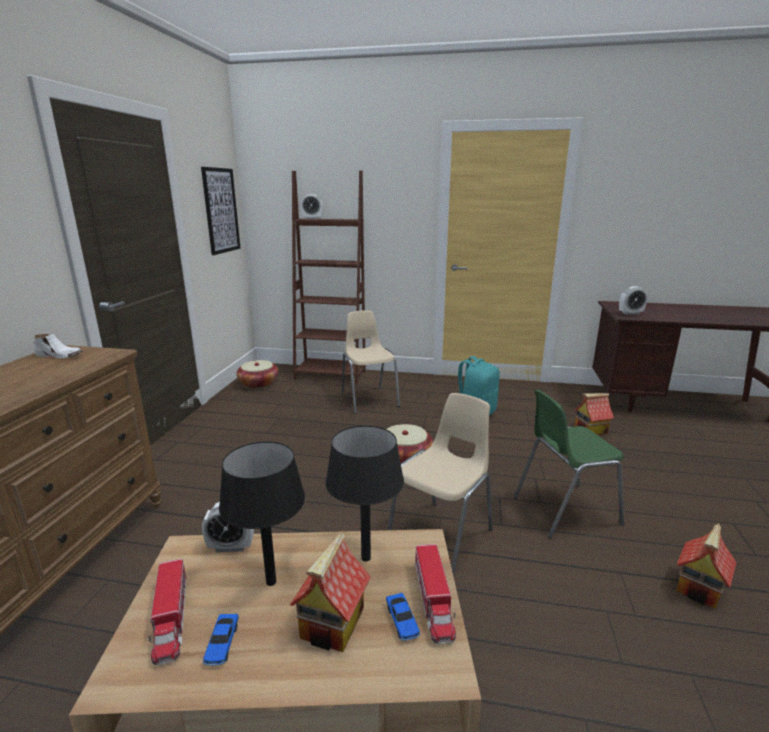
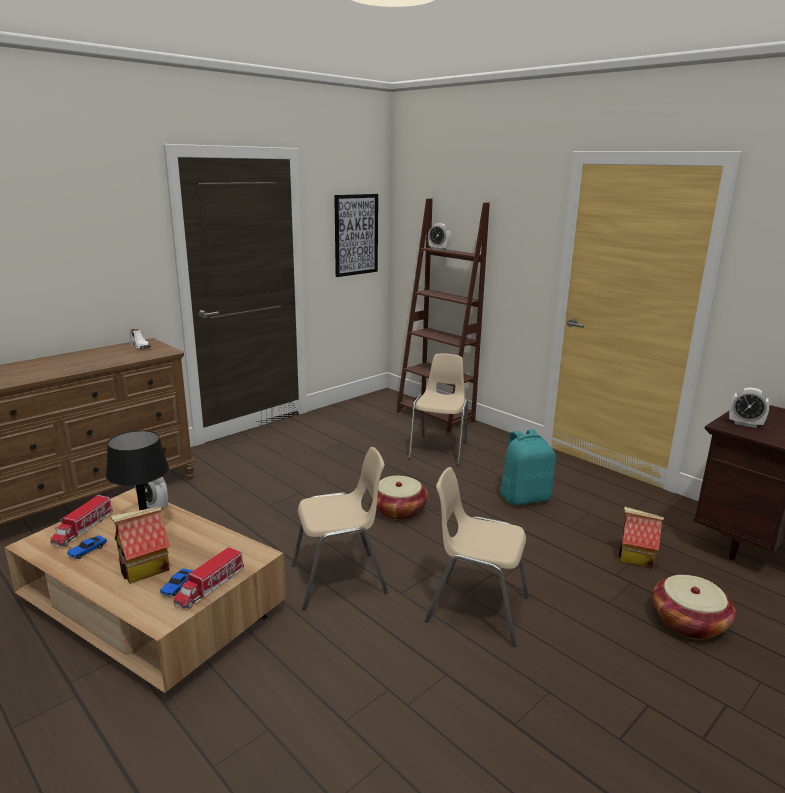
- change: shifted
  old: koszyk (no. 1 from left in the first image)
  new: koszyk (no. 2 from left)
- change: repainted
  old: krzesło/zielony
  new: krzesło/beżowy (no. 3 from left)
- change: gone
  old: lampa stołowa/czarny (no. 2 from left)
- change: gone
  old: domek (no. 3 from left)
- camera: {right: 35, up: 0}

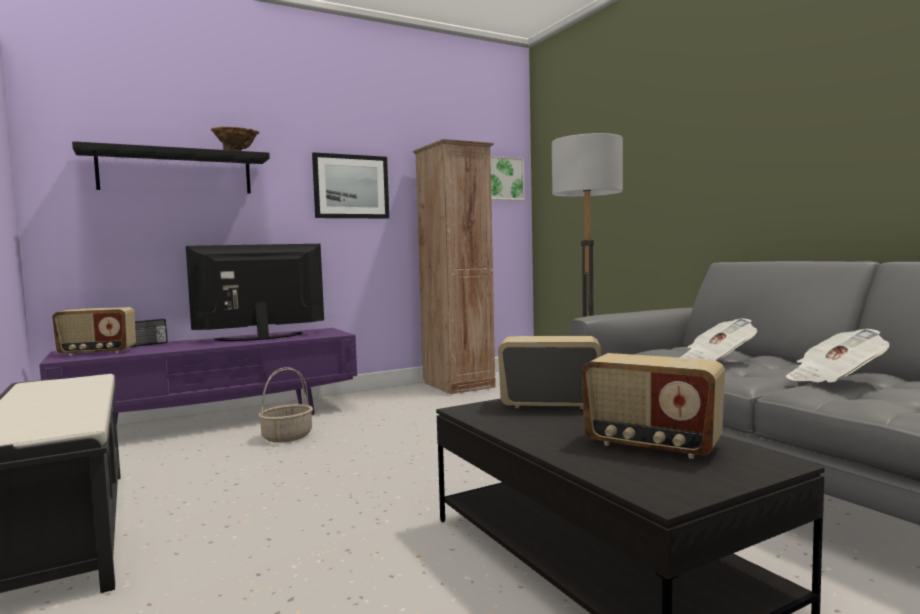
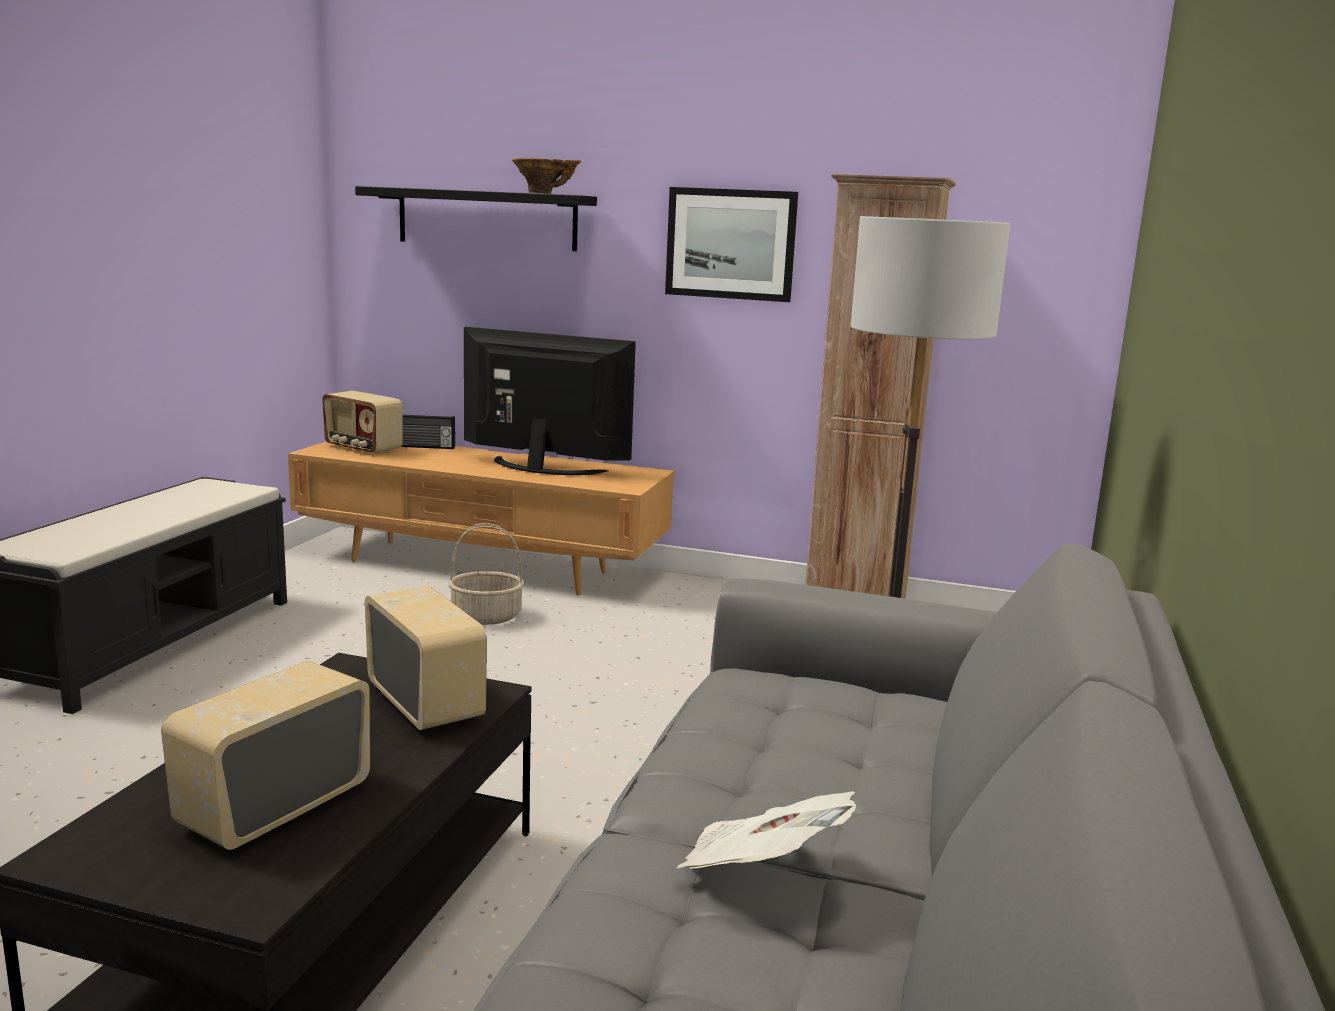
- change: gone
  old: obraz (no. 2 from left)
- change: gone
  old: gazeta (no. 1 from left)
- change: repainted
  old: szafka pod telewizor/fioletowy
  new: szafka pod telewizor/beżowy
- change: rotated
  old: radio (no. 4 from left in the first image)
  degrees: 45
- camera: {right: 45, up: 10}

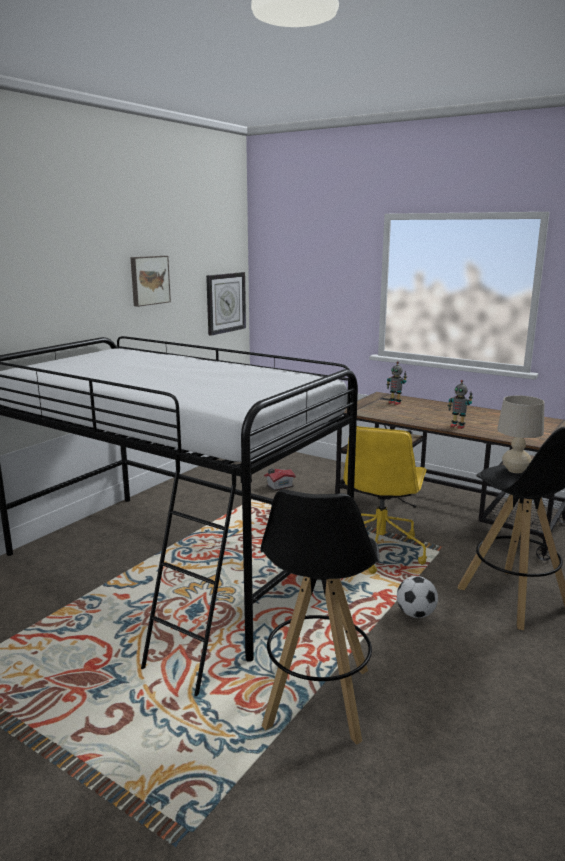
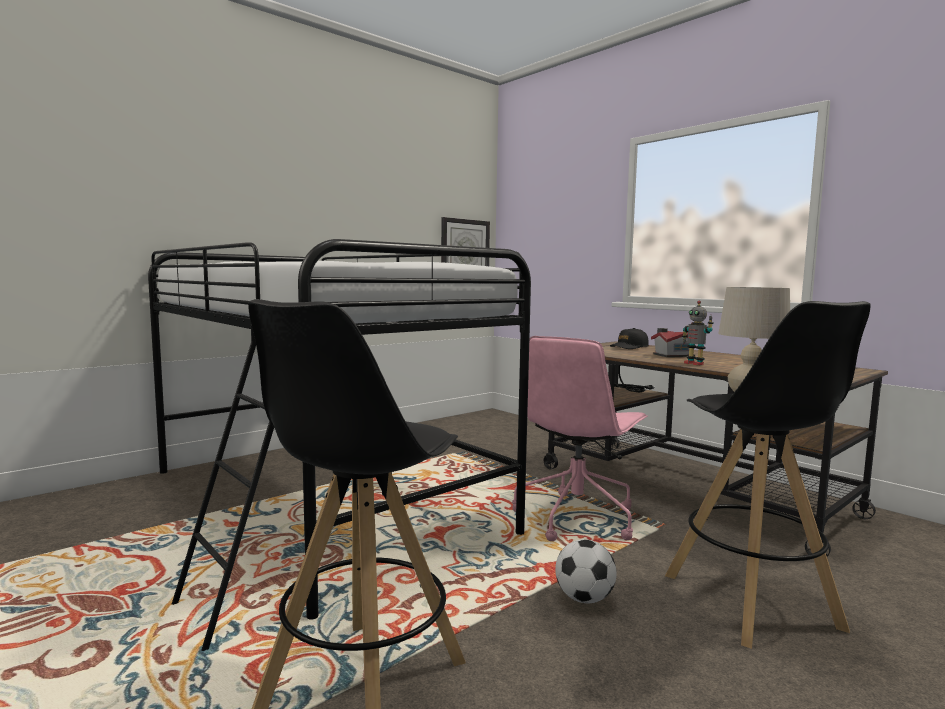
- change: gone
  old: obraz
- change: swapped
  old: robot zabawkowy (no. 1 from left)
  new: czapka z daszkiem/czarny
- change: repainted
  old: krzesło biurowe/żółty
  new: krzesło biurowe/różowy
- change: shifted
  old: domek
- camera: {right: 15, up: -10}

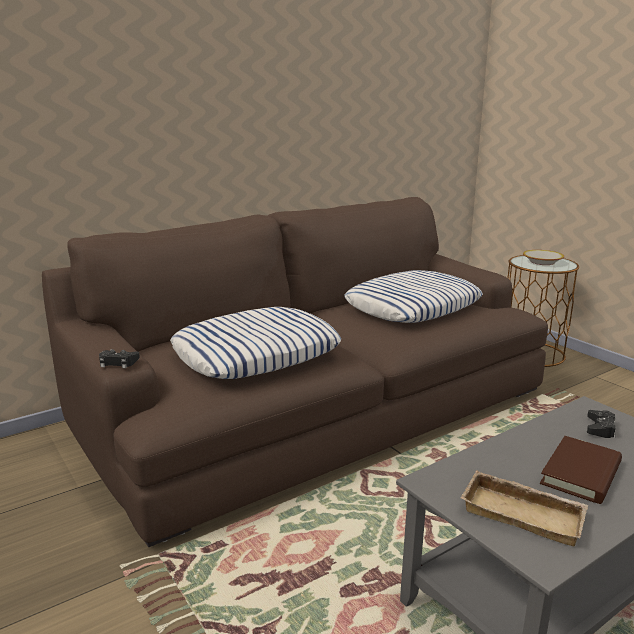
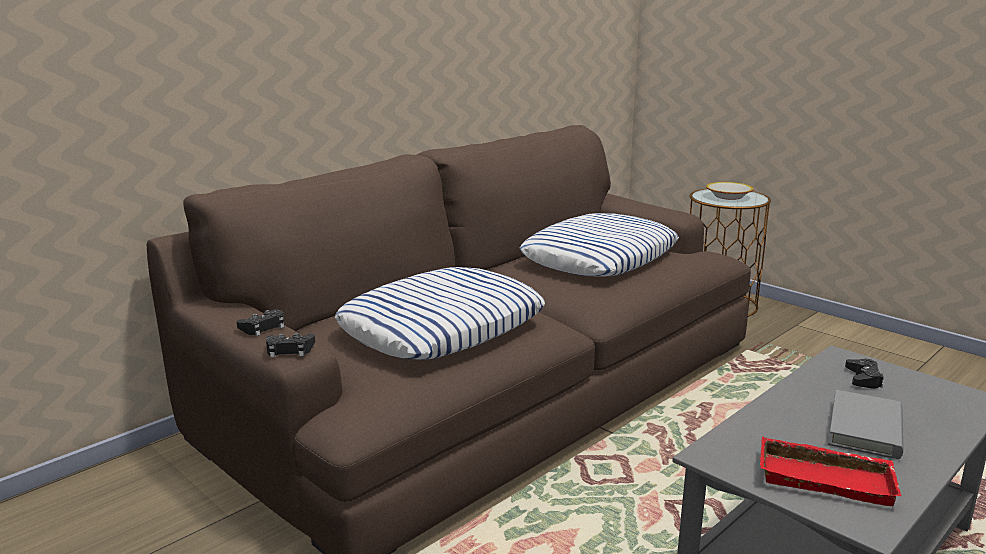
- change: repainted
  old: książka/brązowy
  new: książka/szary
- change: repainted
  old: taca/beżowy
  new: taca/czerwony
- change: new
  new: pad do gier/czarny (no. 1 from left)
- camera: {right: -10, up: 0}

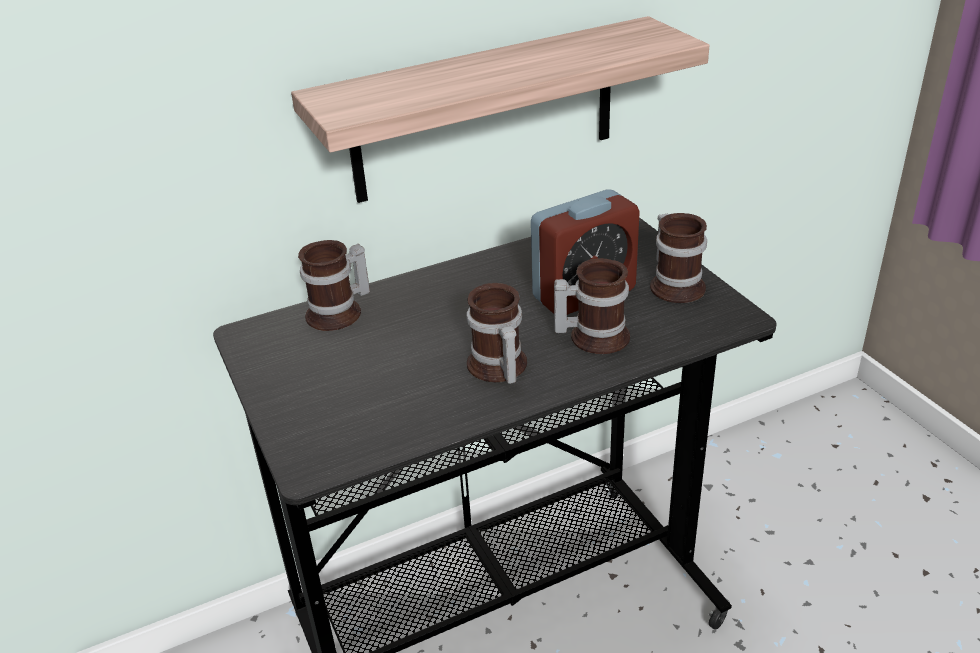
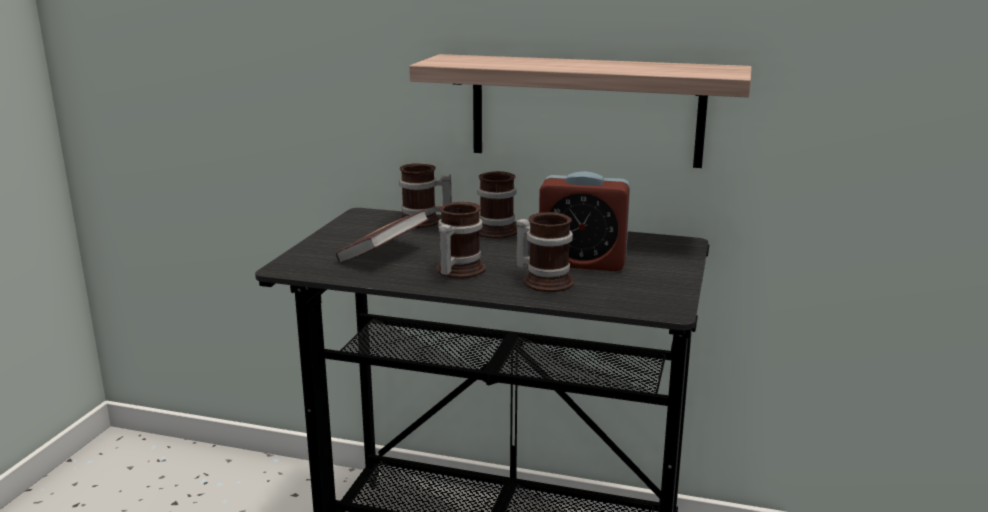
- change: shifted
  old: kubek (no. 4 from left in the first image)
  new: kubek (no. 3 from left)
- change: new
  new: książka
- camera: {right: 40, up: -15}

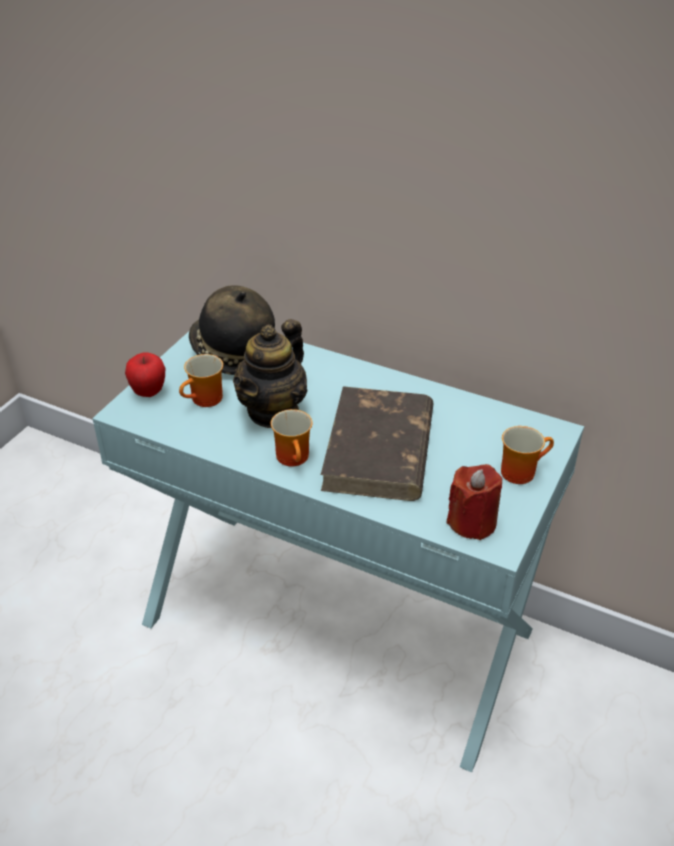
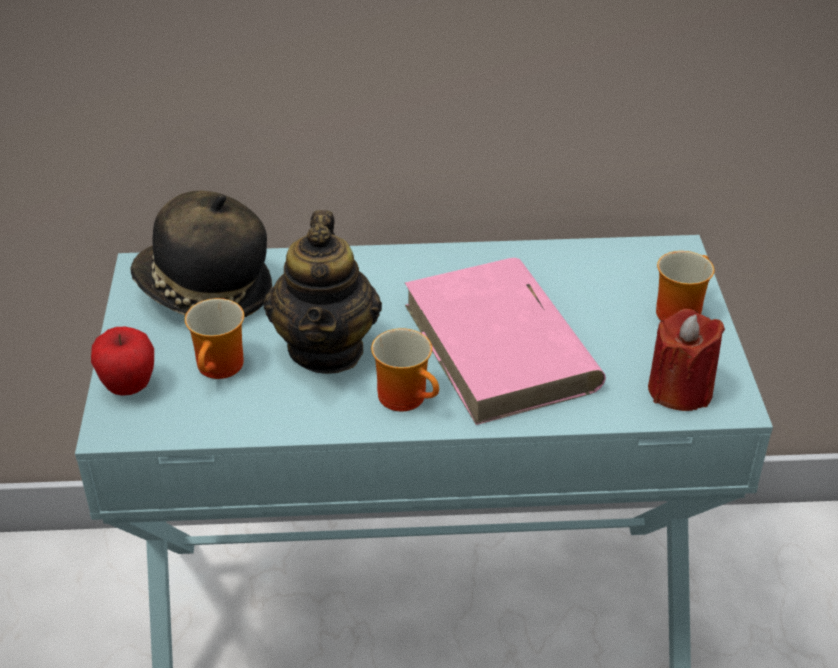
- change: repainted
  old: książka/brązowy
  new: książka/różowy
- camera: {right: -30, up: 0}

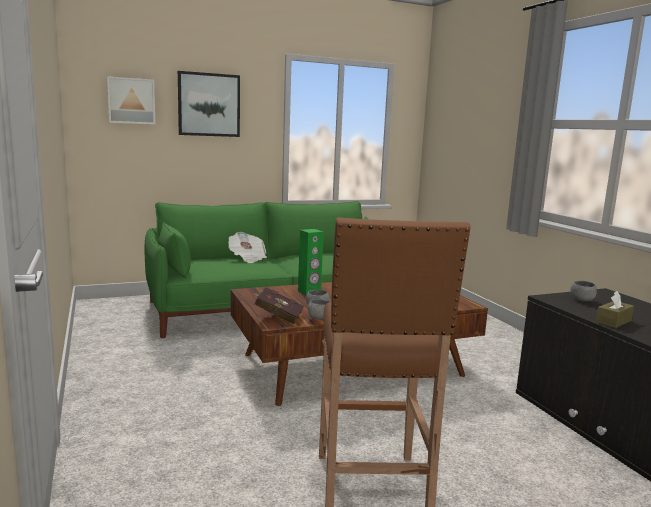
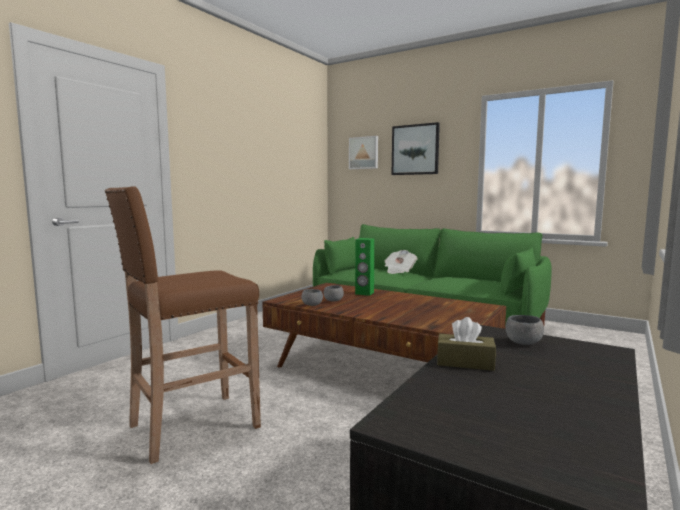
- change: gone
  old: książka/czerwony
- camera: {right: 55, up: -5}

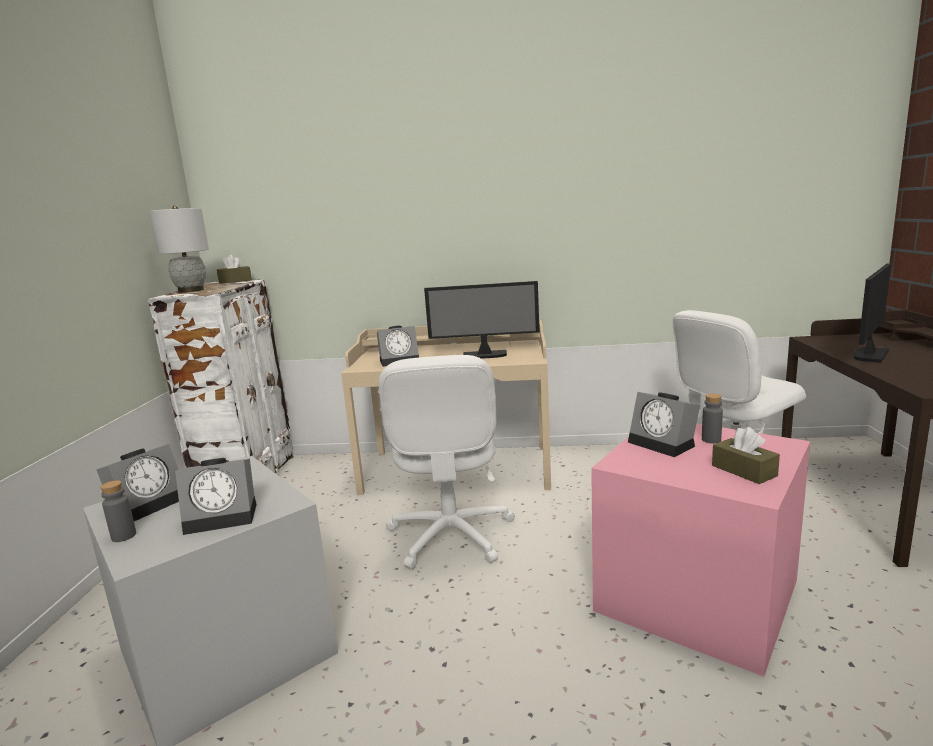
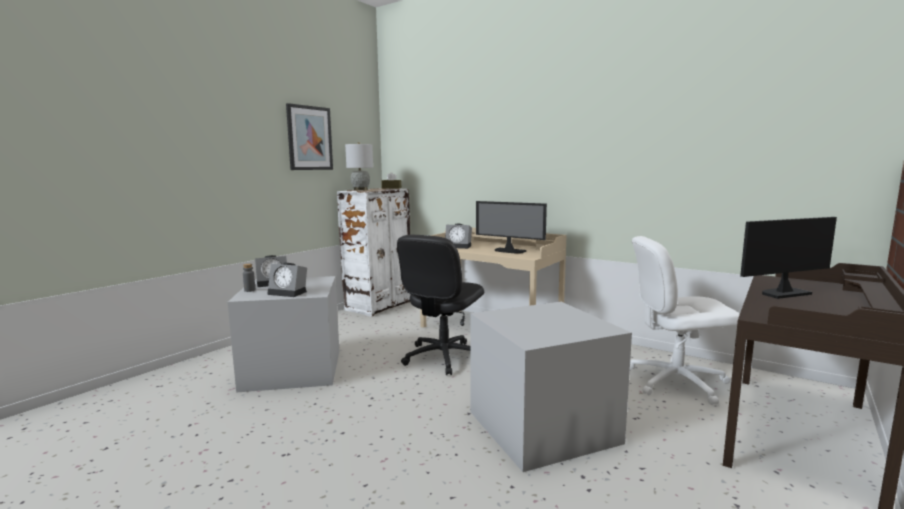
- change: repainted
  old: krzesło biurowe/biały (no. 1 from left)
  new: krzesło biurowe/czarny
- change: gone
  old: budzik (no. 4 from left)
- change: gone
  old: butelka/szary (no. 2 from left)
- change: repainted
  old: pojemnik do przechowywania/różowy
  new: pojemnik do przechowywania/szary (no. 2 from left)
- change: gone
  old: pudełko chusteczek/brązowy (no. 2 from left)
- change: new
  new: obraz
- camera: {right: 30, up: -5}

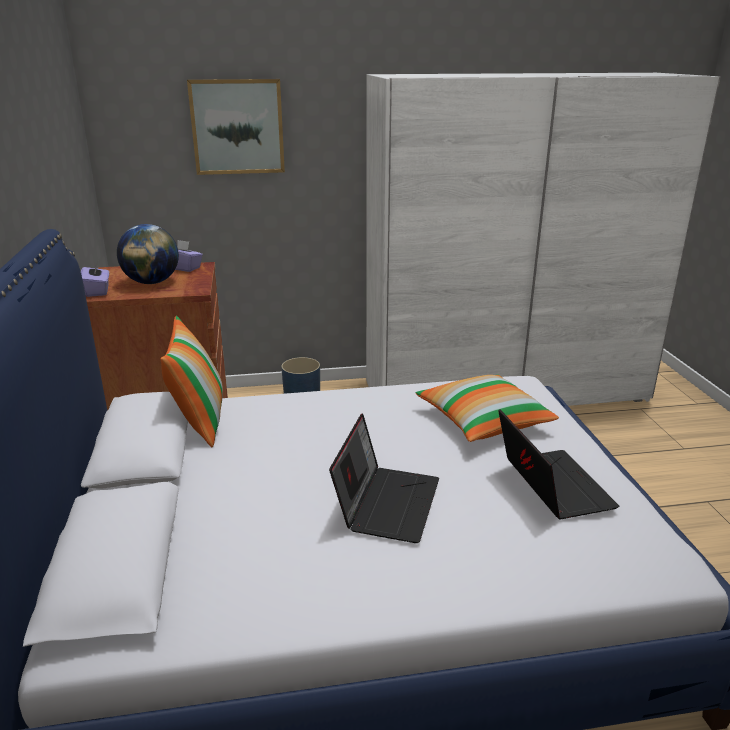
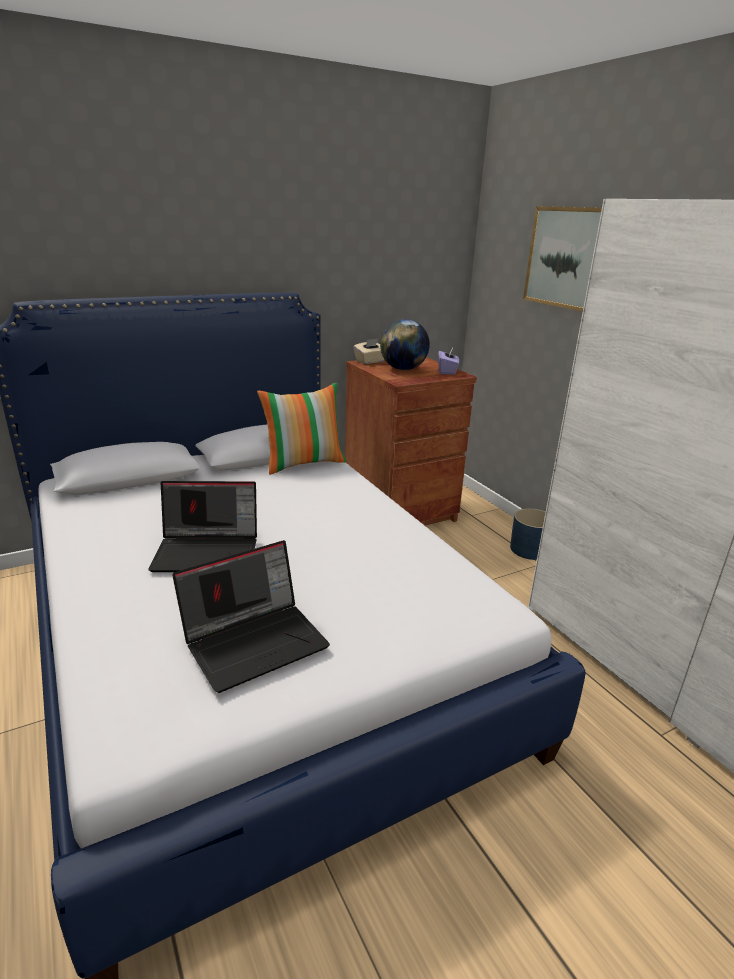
- change: repainted
  old: pudełko chusteczek/fioletowy (no. 1 from left)
  new: pudełko chusteczek/beżowy
- change: gone
  old: poduszka (no. 2 from left)
- camera: {right: 70, up: 0}

